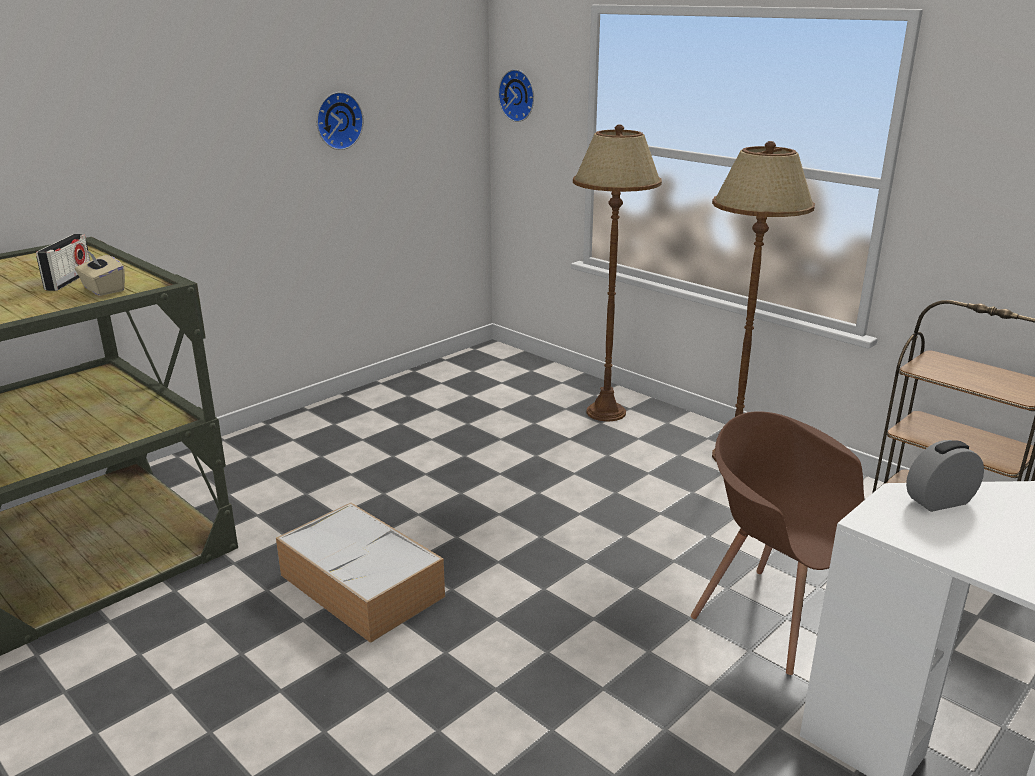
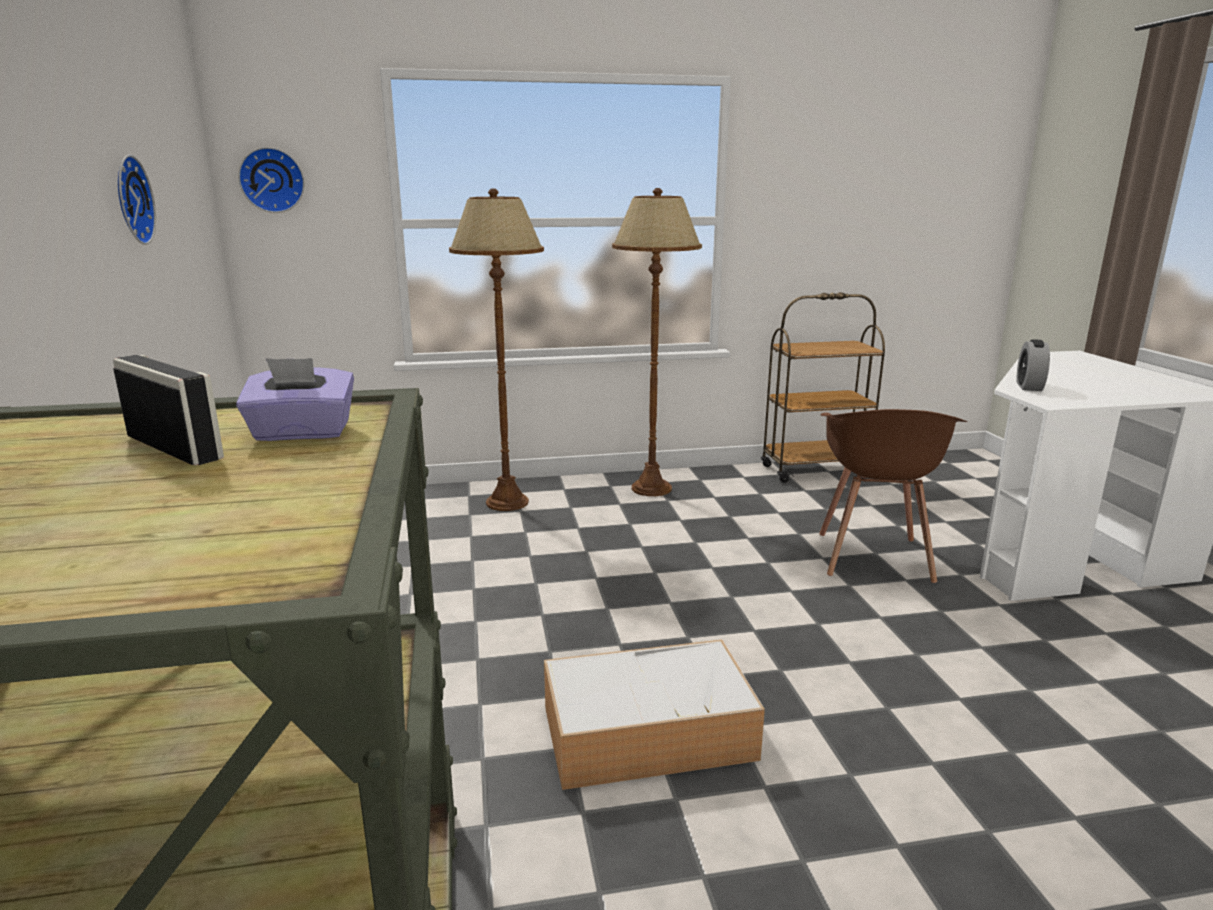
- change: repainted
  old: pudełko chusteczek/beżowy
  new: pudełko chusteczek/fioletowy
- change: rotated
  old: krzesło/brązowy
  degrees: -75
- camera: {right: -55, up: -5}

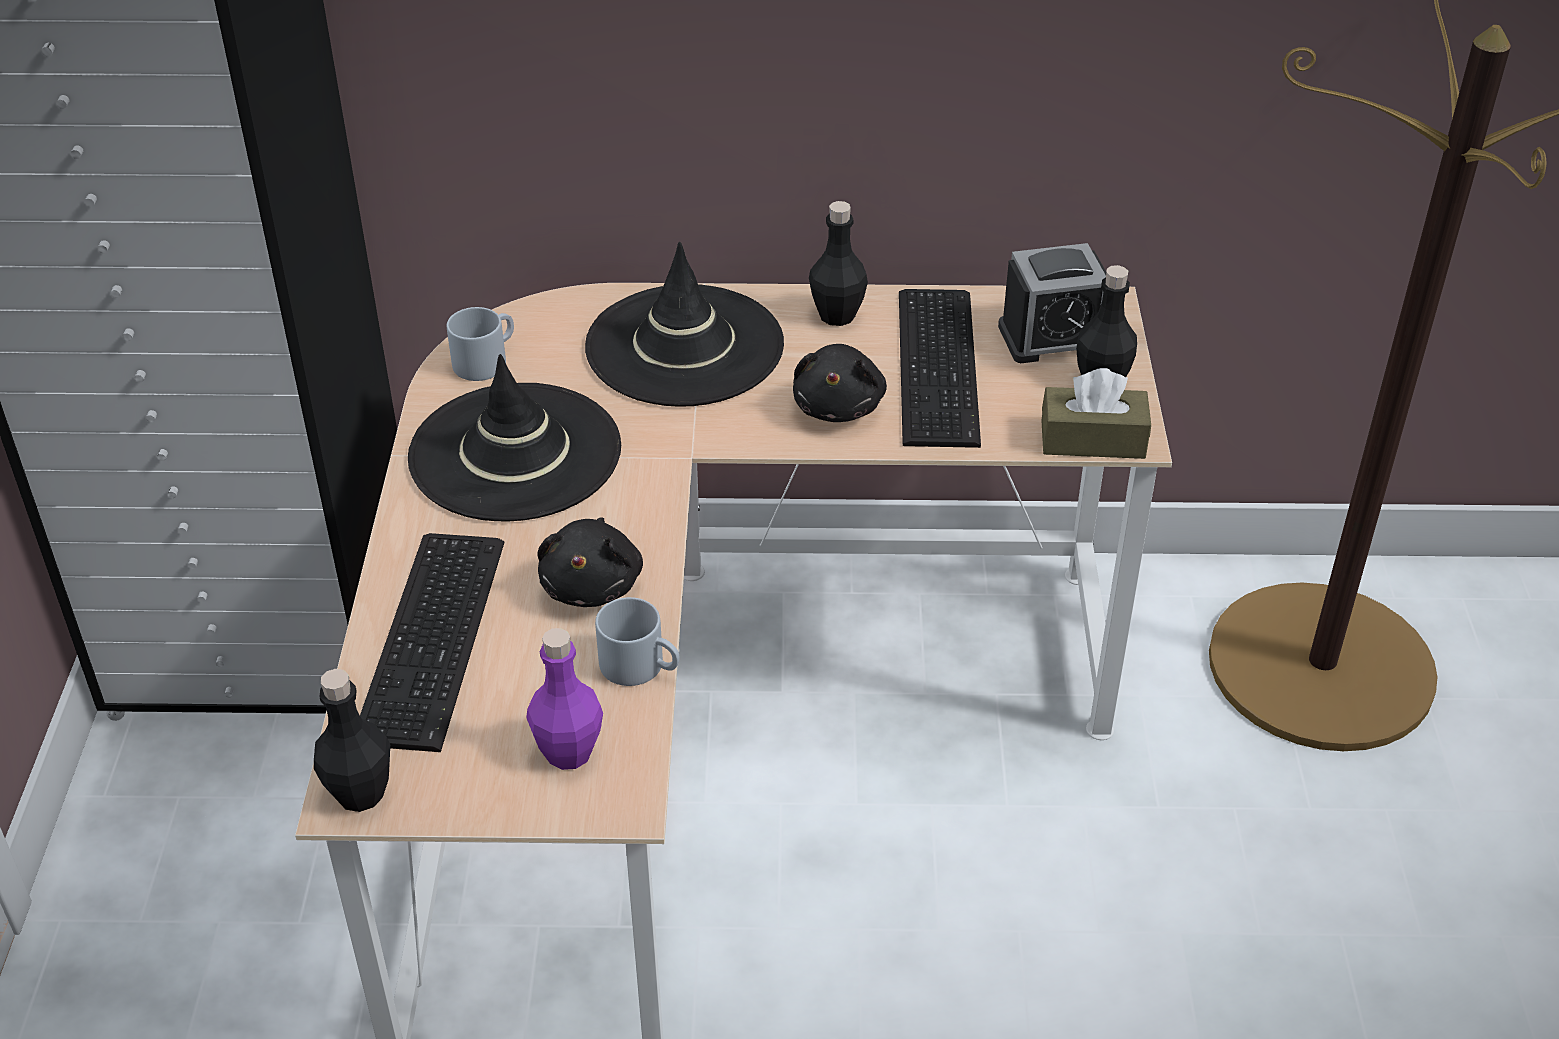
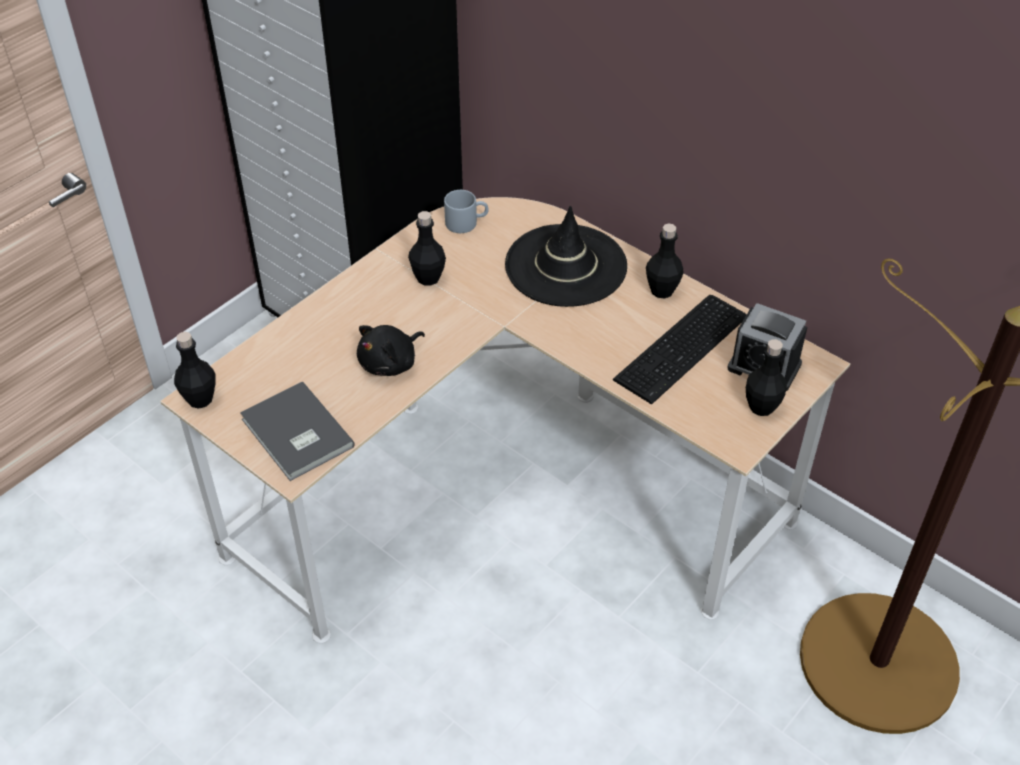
- change: gone
  old: pluszak/czarny (no. 2 from left)
- change: swapped
  old: kapelusz/czarny (no. 1 from left)
  new: butelka/czarny (no. 2 from left)
- change: gone
  old: pudełko chusteczek/brązowy
- change: gone
  old: klawiatura (no. 1 from left)
- change: gone
  old: kubek/szary (no. 2 from left)
- change: swapped
  old: butelka/fioletowy
  new: książka/szary
- camera: {right: 40, up: 5}

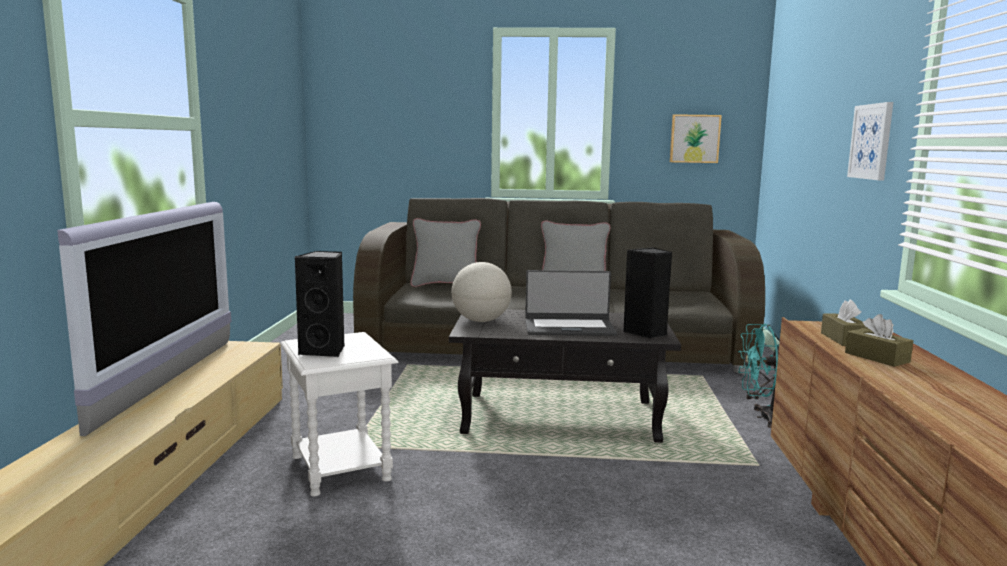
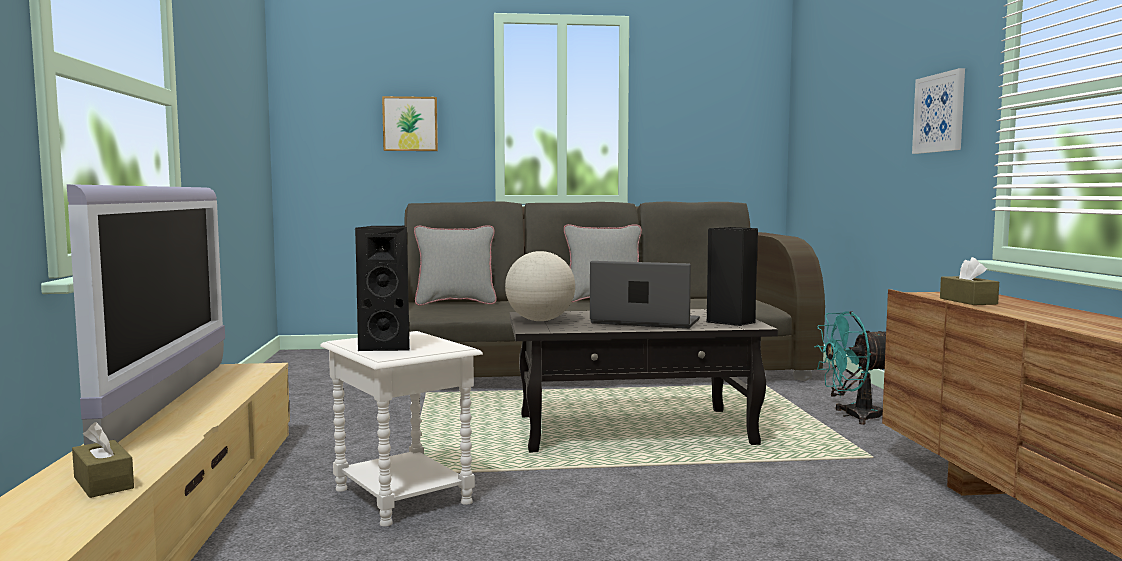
- change: shifted
  old: obraz (no. 1 from left)
- change: rotated
  old: laptop
  degrees: -150
- change: shifted
  old: pudełko chusteczek/brązowy (no. 2 from left in the first image)
  new: pudełko chusteczek/brązowy (no. 1 from left)
- camera: {right: -10, up: -5}

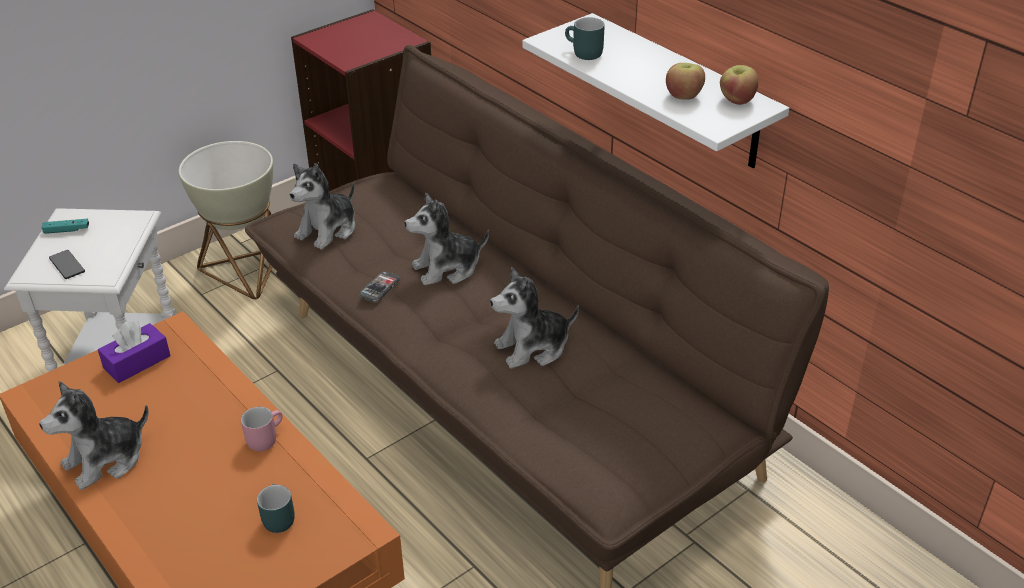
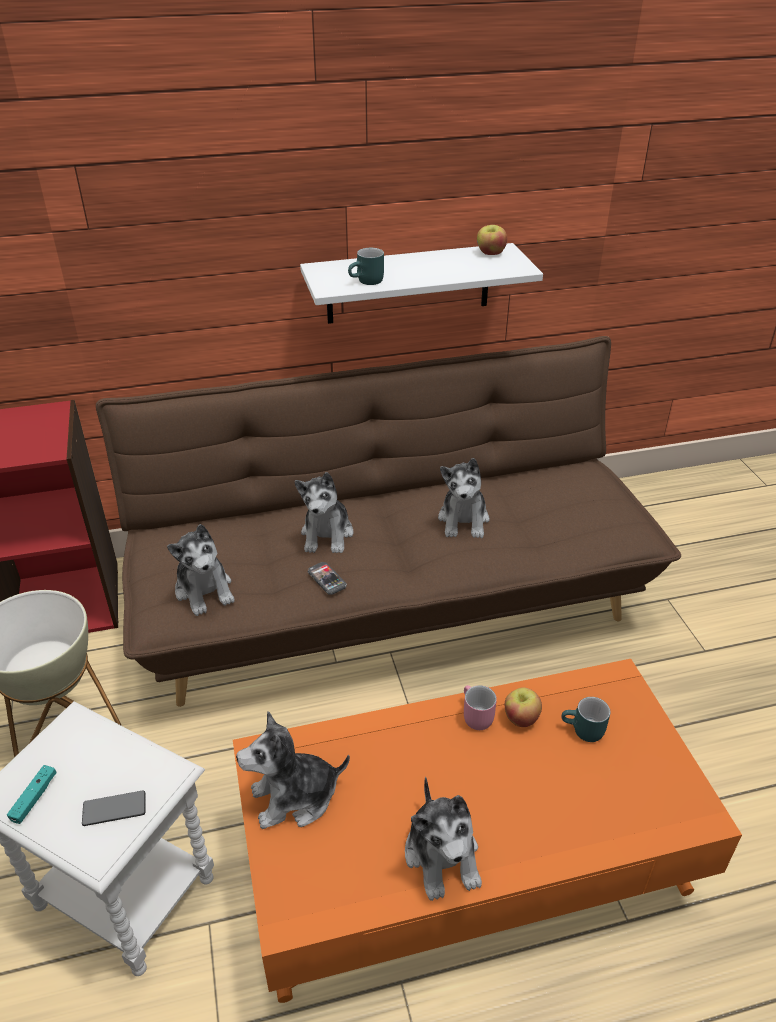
- change: shifted
  old: jabłko (no. 1 from left in the first image)
  new: jabłko (no. 2 from left)
- change: swapped
  old: pudełko chusteczek/fioletowy
  new: pluszak (no. 2 from left)
- camera: {right: -65, up: 0}

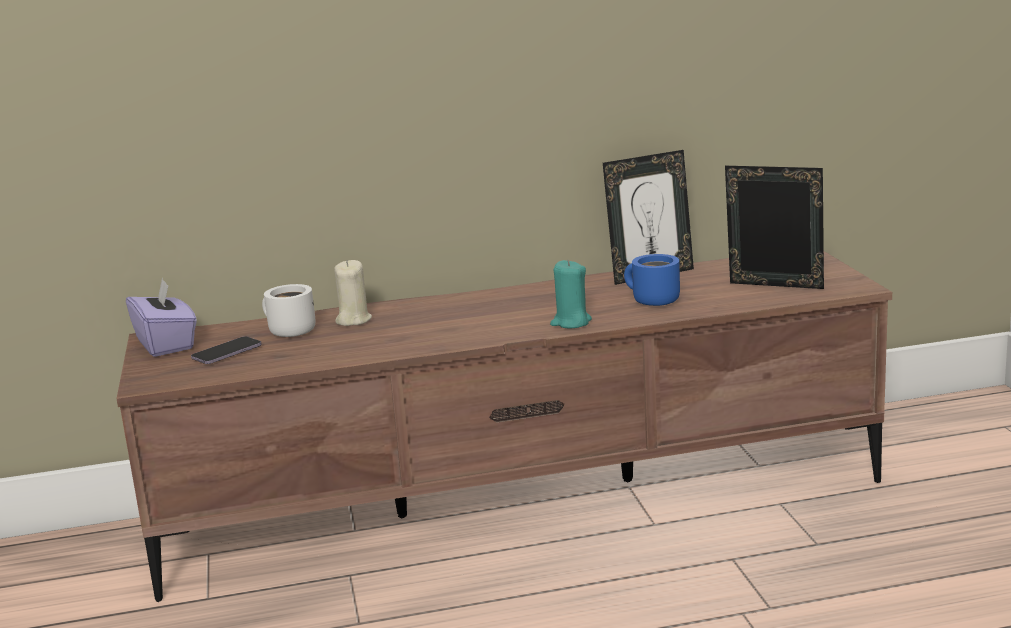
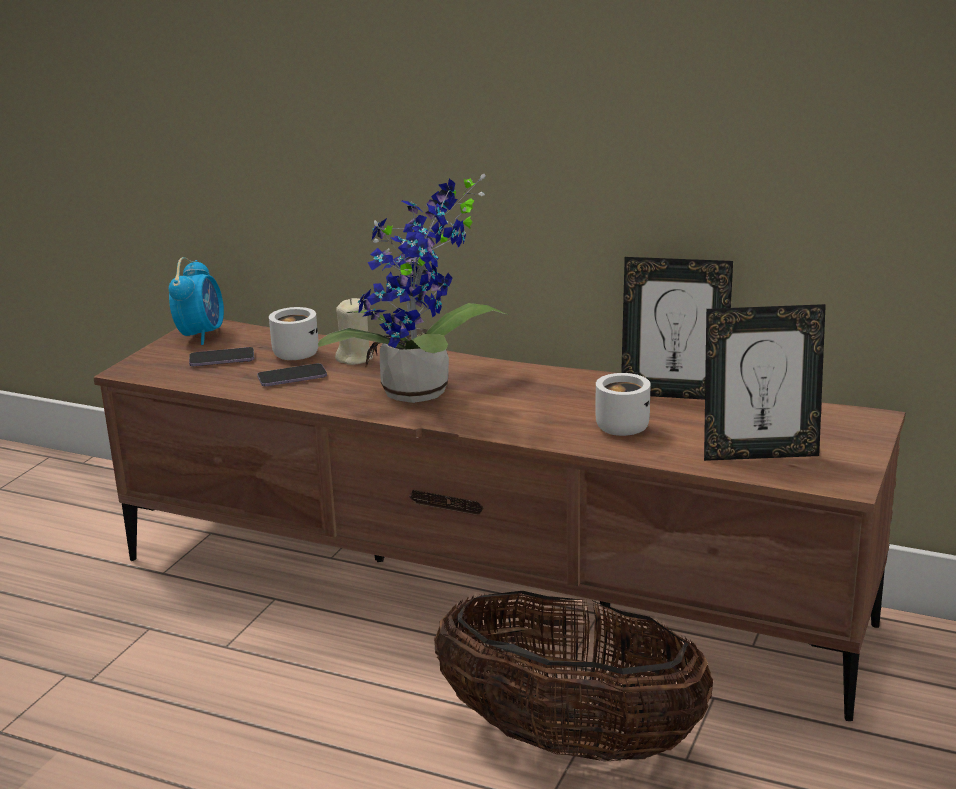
- change: rotated
  old: ramka na zdjęcie (no. 2 from left)
  degrees: 120
- change: repainted
  old: kubek/niebieski
  new: kubek/biały (no. 2 from left)
- change: gone
  old: świeca/turkusowy
- change: swapped
  old: pudełko chusteczek/fioletowy
  new: budzik
- change: new
  new: roślina doniczkowa
- change: new
  new: telefon (no. 2 from left)
- change: new
  new: koszyk
- camera: {right: 35, up: 5}

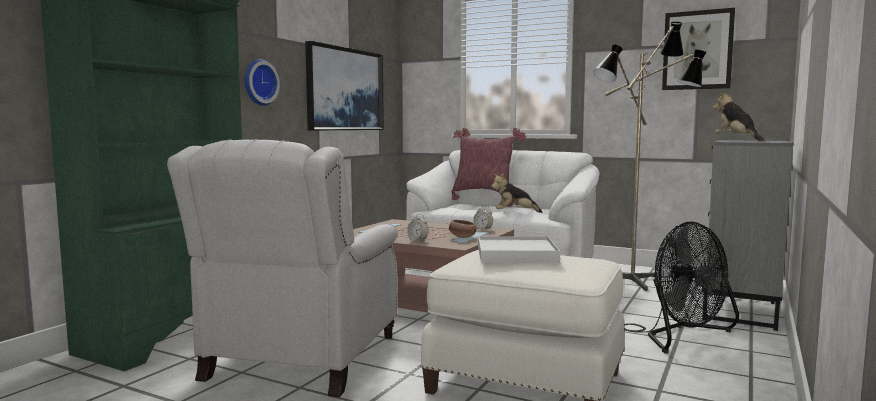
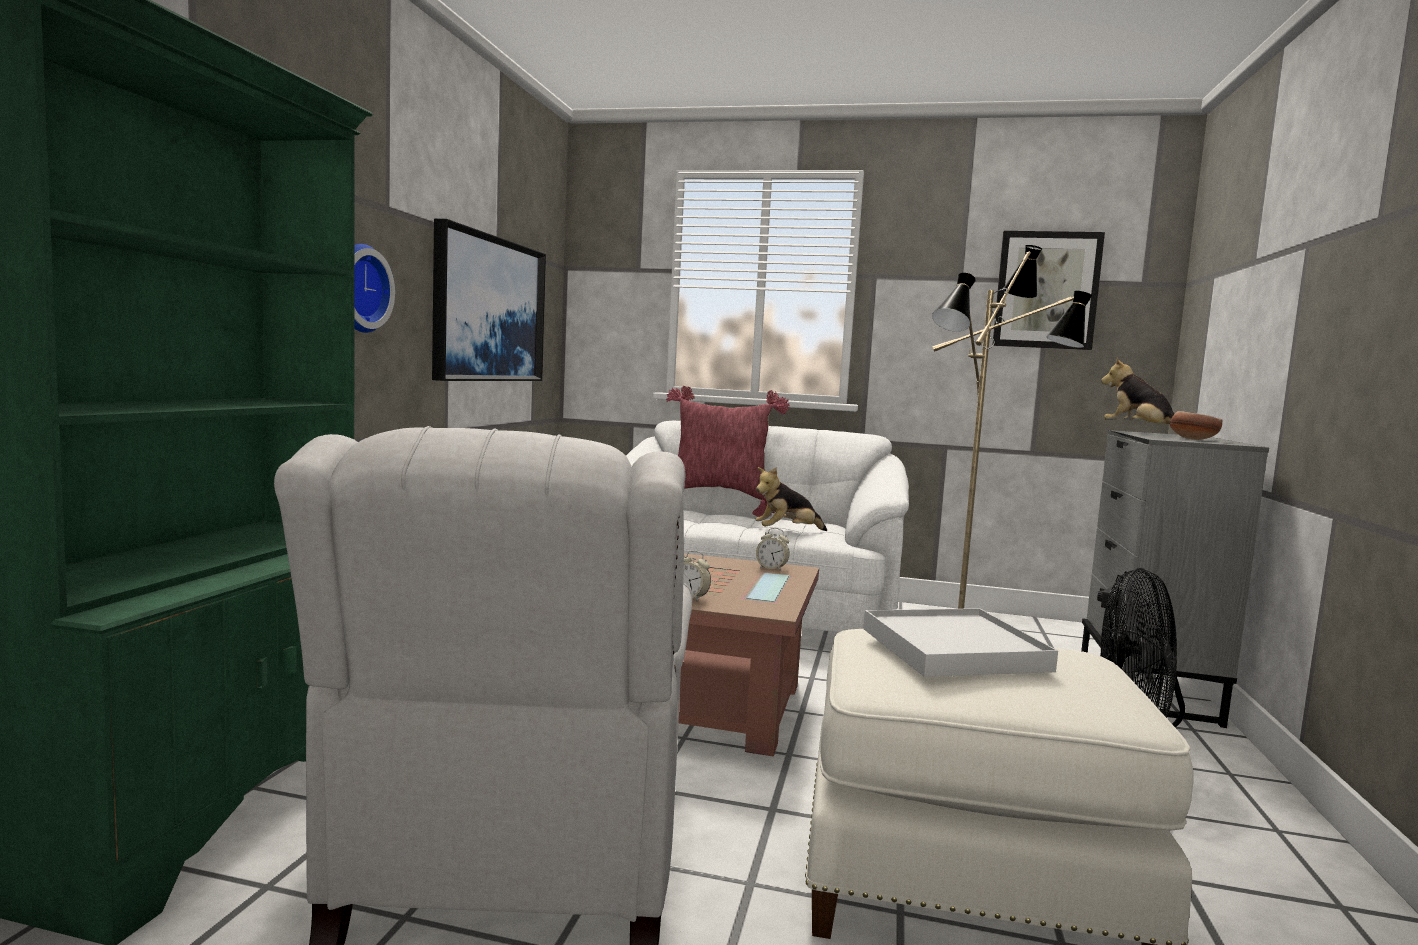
- change: shifted
  old: miska
- camera: {right: -15, up: 0}

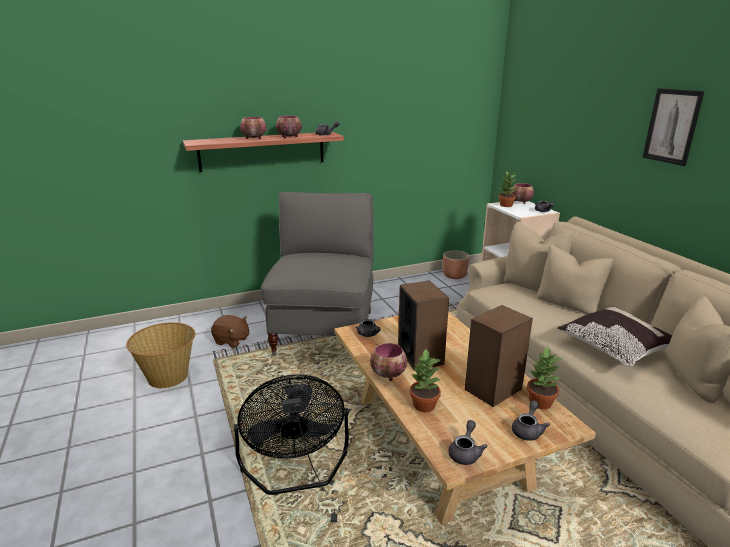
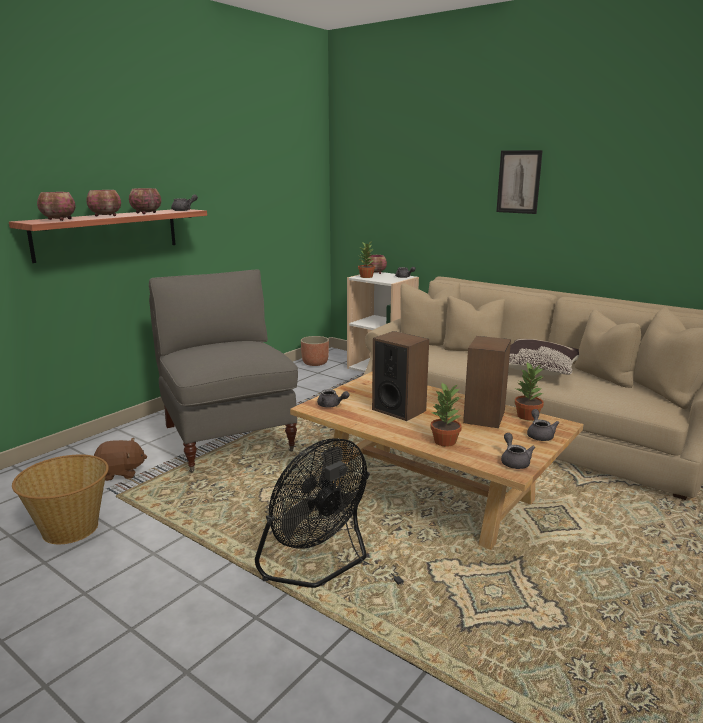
- change: shifted
  old: miska (no. 3 from left in the first image)
  new: miska (no. 1 from left)
- camera: {right: -30, up: -5}

